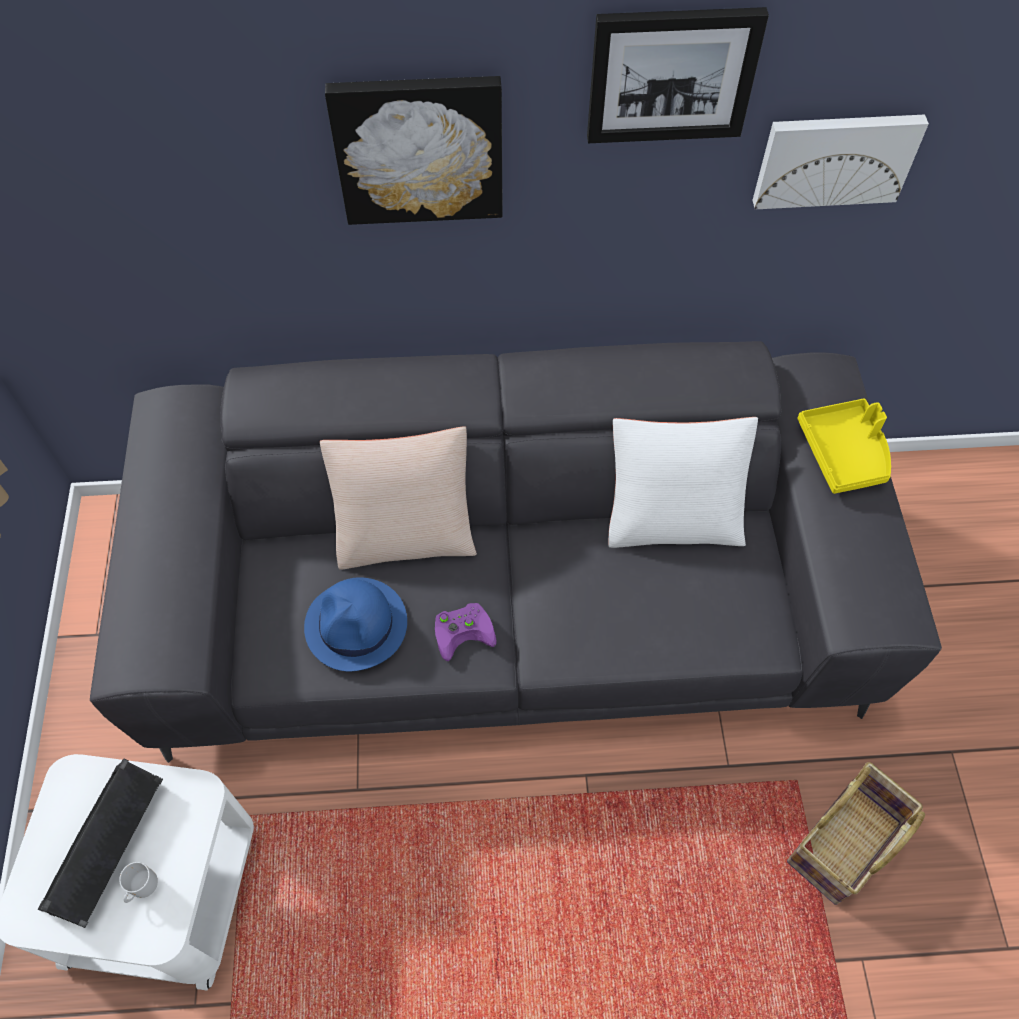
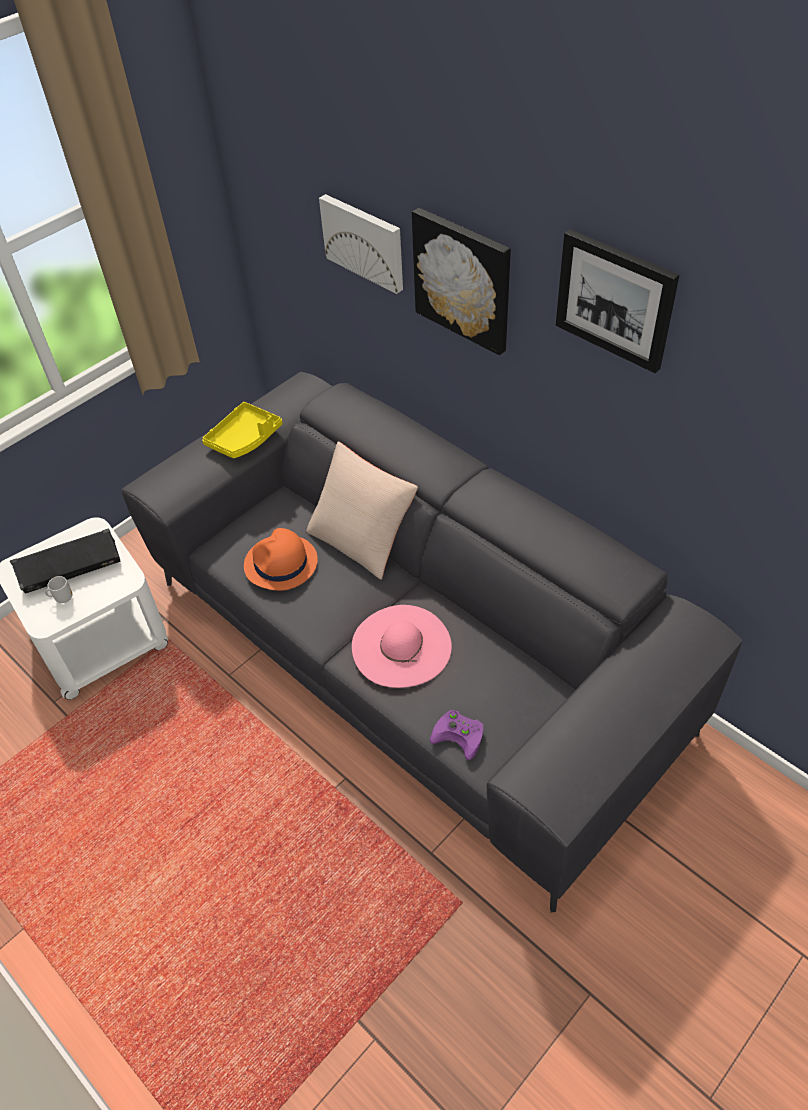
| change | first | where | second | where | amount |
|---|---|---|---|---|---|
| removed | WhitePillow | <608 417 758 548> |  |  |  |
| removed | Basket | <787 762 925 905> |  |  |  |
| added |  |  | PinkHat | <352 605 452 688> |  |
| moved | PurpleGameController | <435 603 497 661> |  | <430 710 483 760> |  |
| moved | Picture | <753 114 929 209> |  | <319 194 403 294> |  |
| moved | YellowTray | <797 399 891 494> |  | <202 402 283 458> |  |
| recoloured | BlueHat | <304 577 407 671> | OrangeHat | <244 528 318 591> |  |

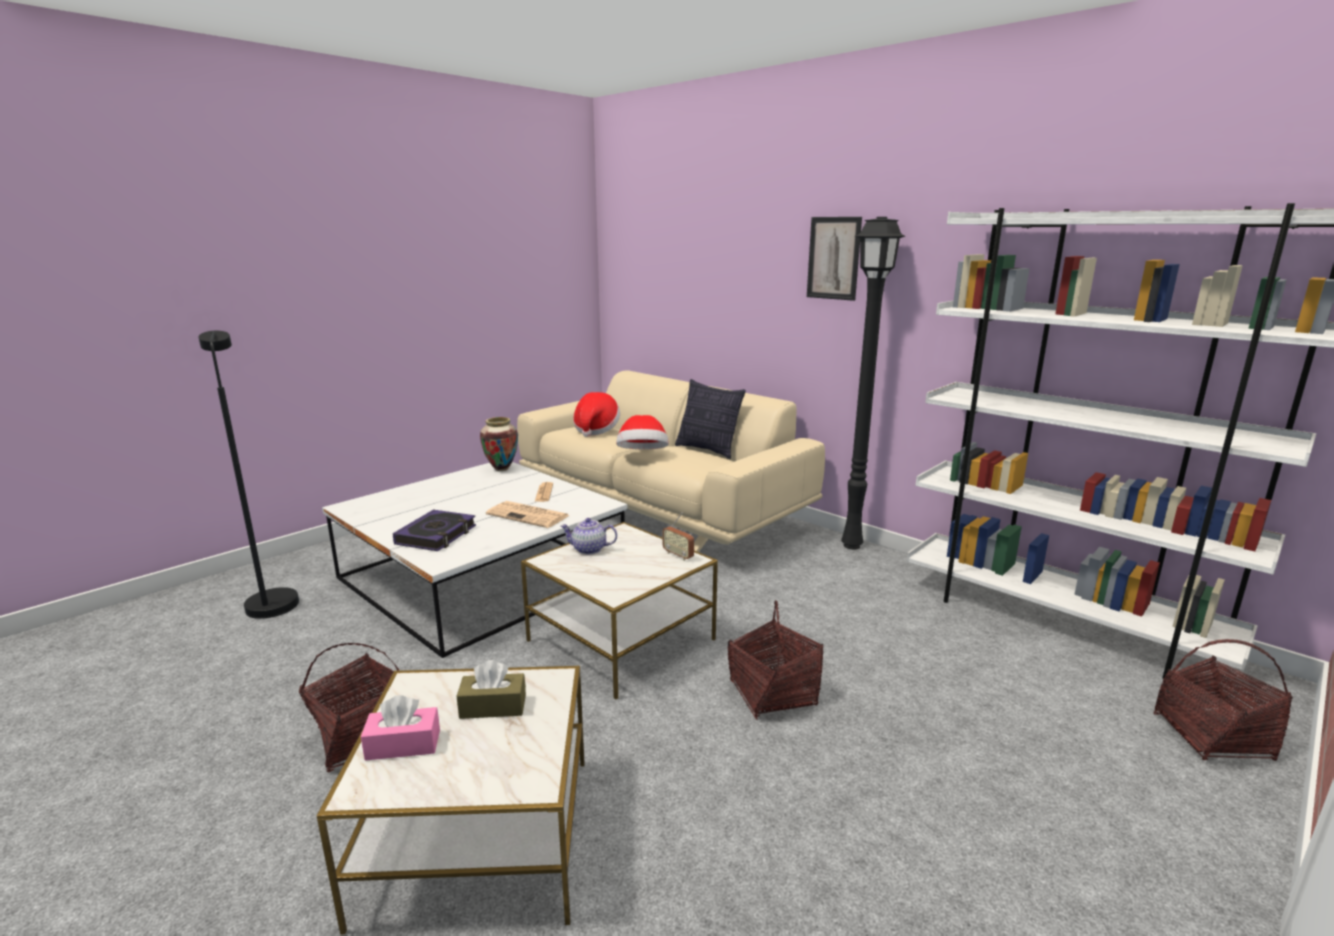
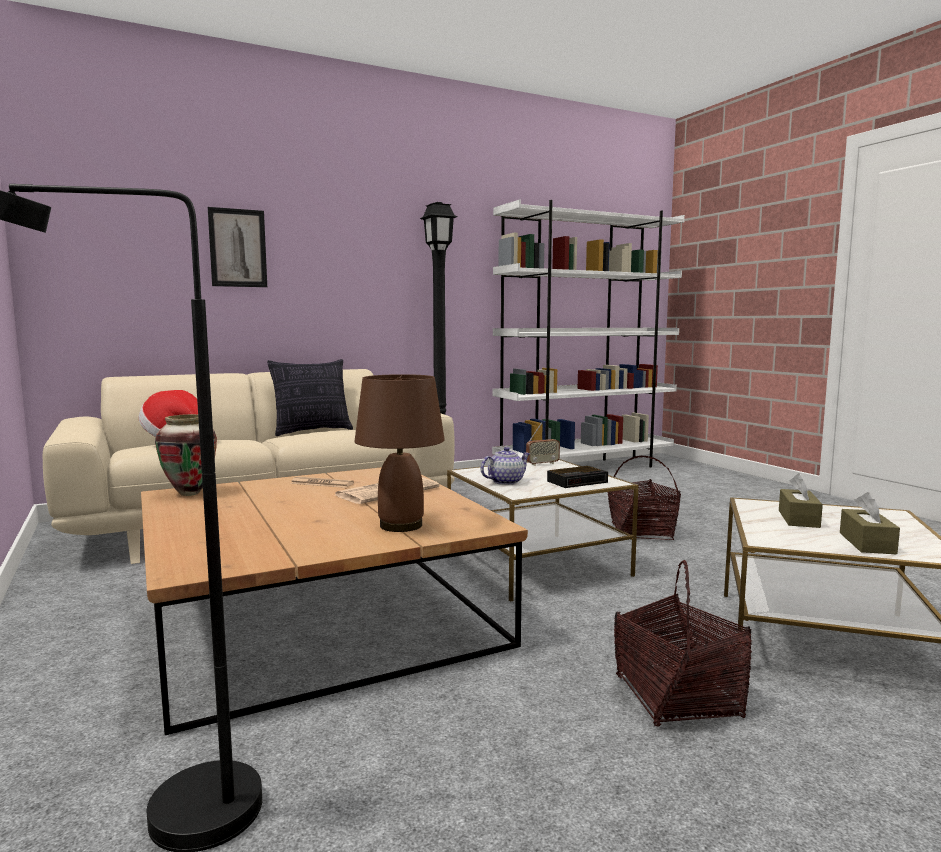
| change | first | where | second | where | amount |
|---|---|---|---|---|---|
| removed | Hat | <616 415 669 449> |  |  |  |
| removed | Basket | <1153 639 1293 761> |  |  |  |
| added |  |  | AlarmClock | <547 466 608 488> |  |
| moved | Picture | <807 217 862 301> |  | <208 207 267 287> |  |
| replaced | Book | <393 510 476 551> | BrownTableLamp | <354 374 445 532> |  |
| recoloured | WhiteCoffeeTable | <322 462 627 658> | BrownCoffeeTable | <141 467 528 735> |  |
| recoloured | PinkTissueBox | <361 695 440 761> | BrownTissueBox | <840 492 900 554> |  |
| turned | Teapot | <560 518 617 555> |  | <481 447 531 485> | 150 degrees counterclockwise |

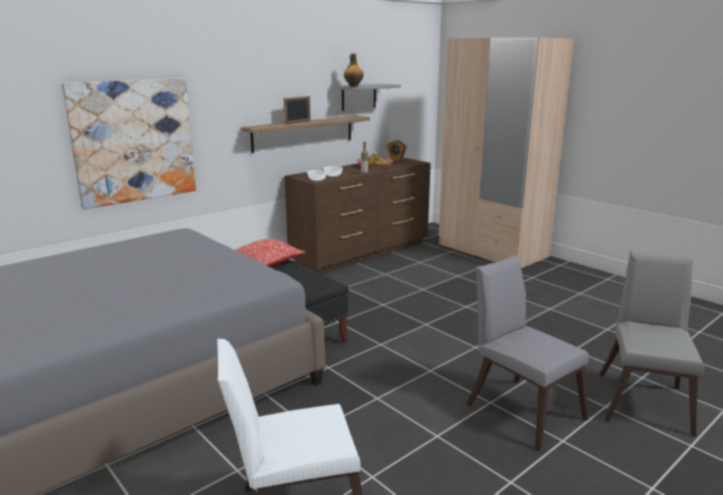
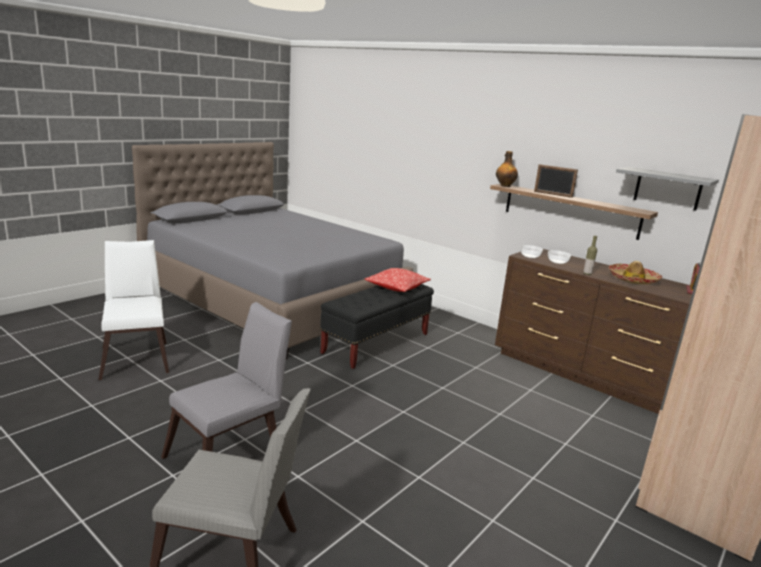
| change | first | where | second | where | amount |
|---|---|---|---|---|---|
| removed | Picture | <62 78 196 209> |  |  |  |
| moved | Bottle | <344 53 363 87> |  | <496 151 518 187> |  |

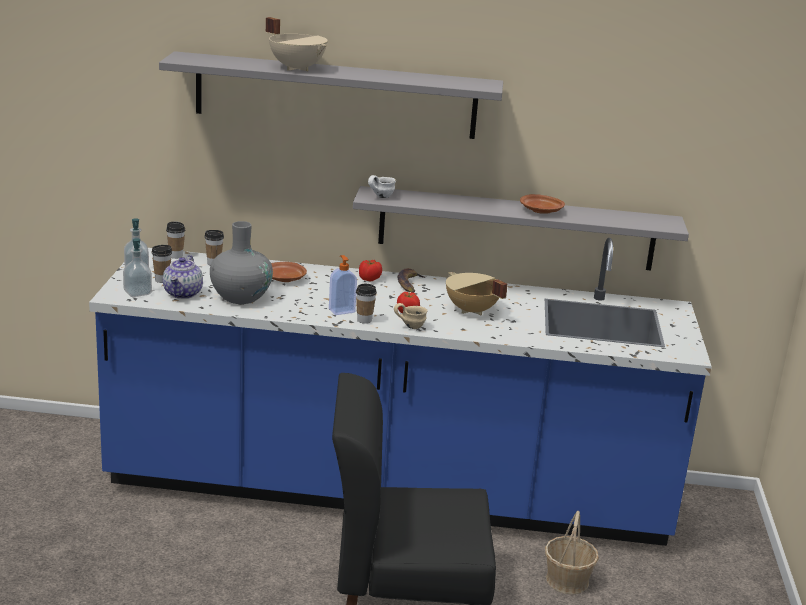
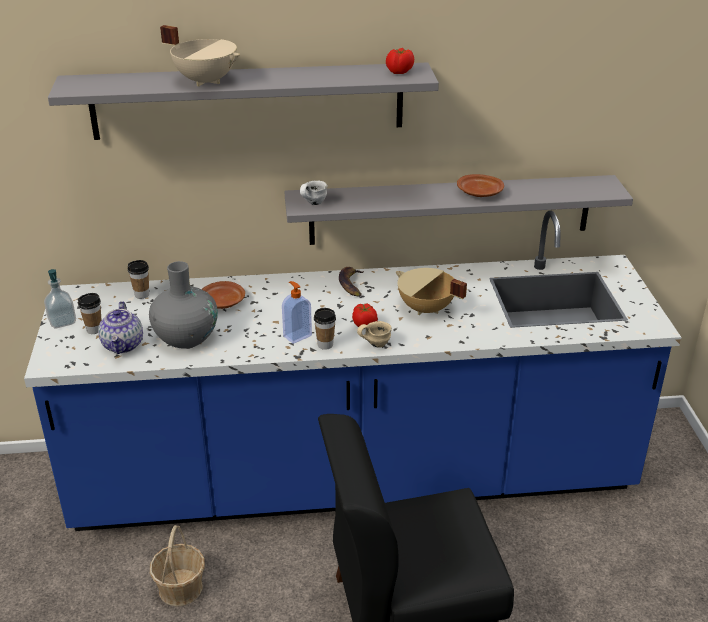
| change | first | where | second | where | amount |
|---|---|---|---|---|---|
| removed | SoapDispenser | <123 238 152 297> |  |  |  |
| removed | Cup | <166 222 185 259> |  |  |  |
| moved | Tomato | <359 260 382 281> |  | <386 48 414 74> |  |
| moved | Basket | <545 511 599 594> |  | <150 525 205 606> |  |

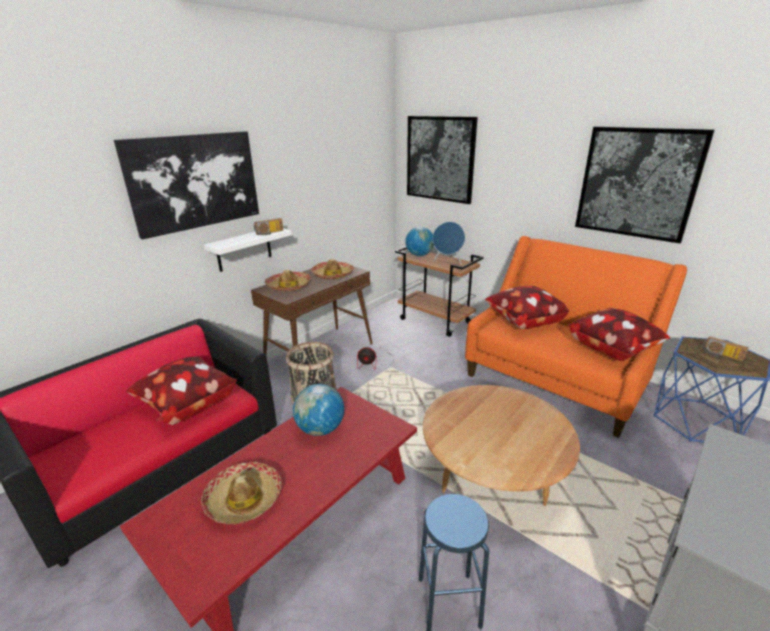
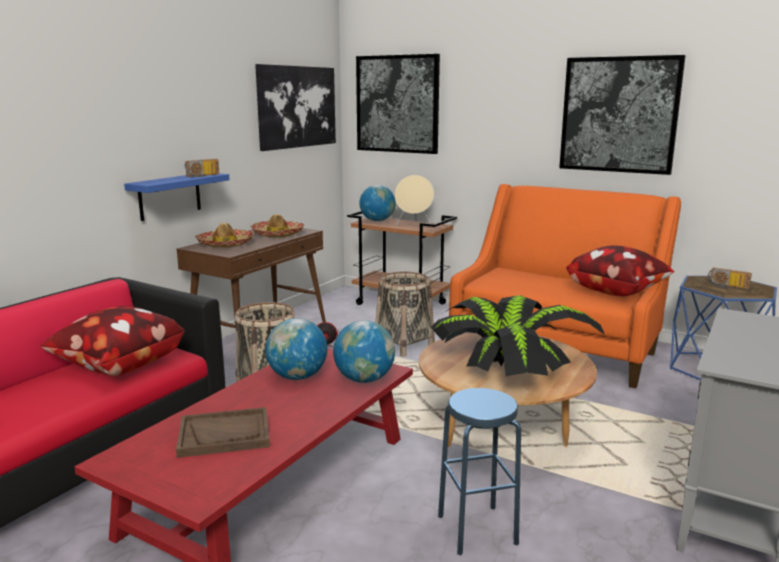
| change | first | where | second | where | amount |
|---|---|---|---|---|---|
| removed | Pillow | <485 286 569 329> |  |  |  |
| added |  |  | Globe | <333 320 395 383> |  |
| added |  |  | Basket | <375 272 435 357> |  |
| added |  |  | PottedPlant | <431 295 605 376> |  |
| moved | Picture | <114 131 259 240> |  | <255 64 336 151> |  |
| replaced | Hat | <201 462 282 525> | BrownTray | <176 407 270 458> |  |
| recoloured | WhiteShelf | <204 228 292 272> | BlueShelf | <124 173 230 221> |  |
| recoloured | BlueSpeaker | <433 222 465 265> | BeigeSpeaker | <395 175 434 225> |  |

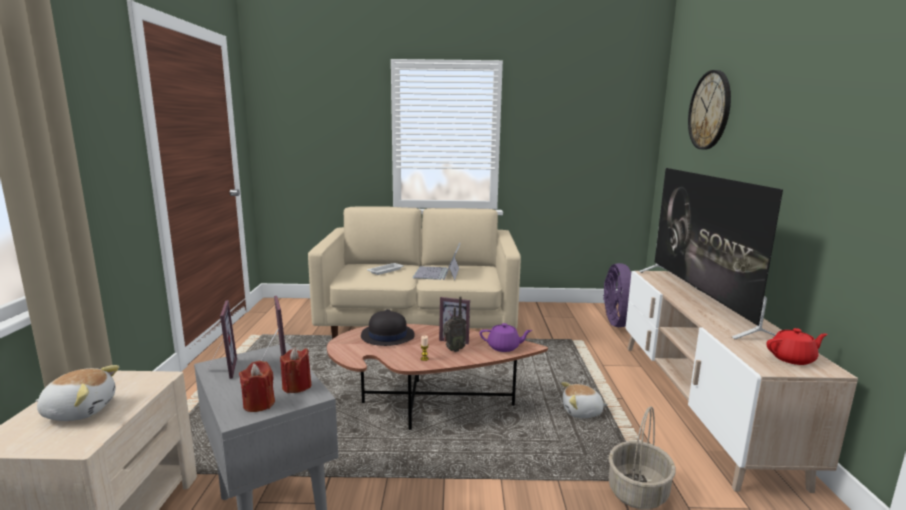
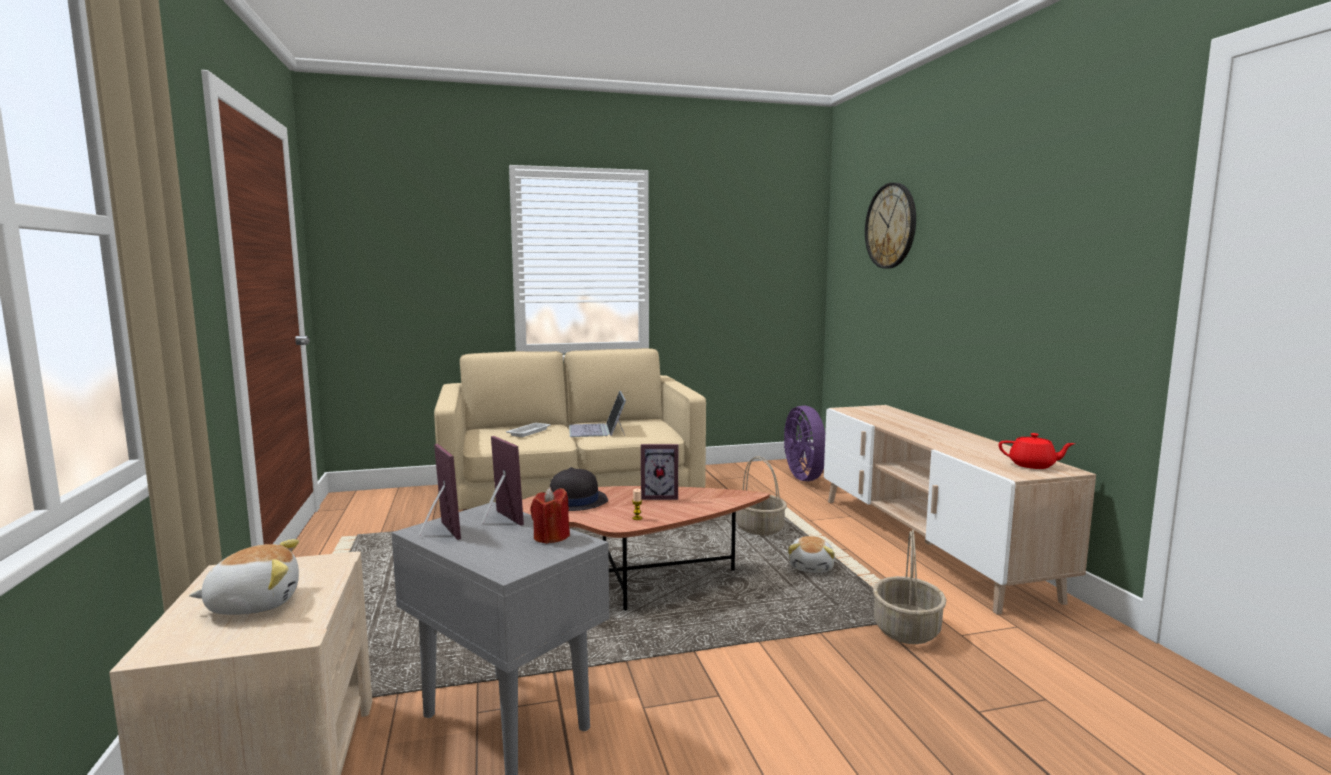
| change | first | where | second | where | amount |
|---|---|---|---|---|---|
| removed | RedCandle | <239 361 275 412> |  |  |  |
| removed | Radio | <443 296 467 352> |  |  |  |
| removed | PurpleTeapot | <480 323 532 352> |  |  |  |
| removed | Television | <639 168 783 339> |  |  |  |
| added |  |  | Basket | <736 456 787 535> |  |
| turned | PlushToy | <561 382 608 418> |  | <788 536 835 573> | 60 degrees counterclockwise |
| turned | RedTeapot | <766 328 828 365> |  | <998 433 1075 469> | 45 degrees clockwise |

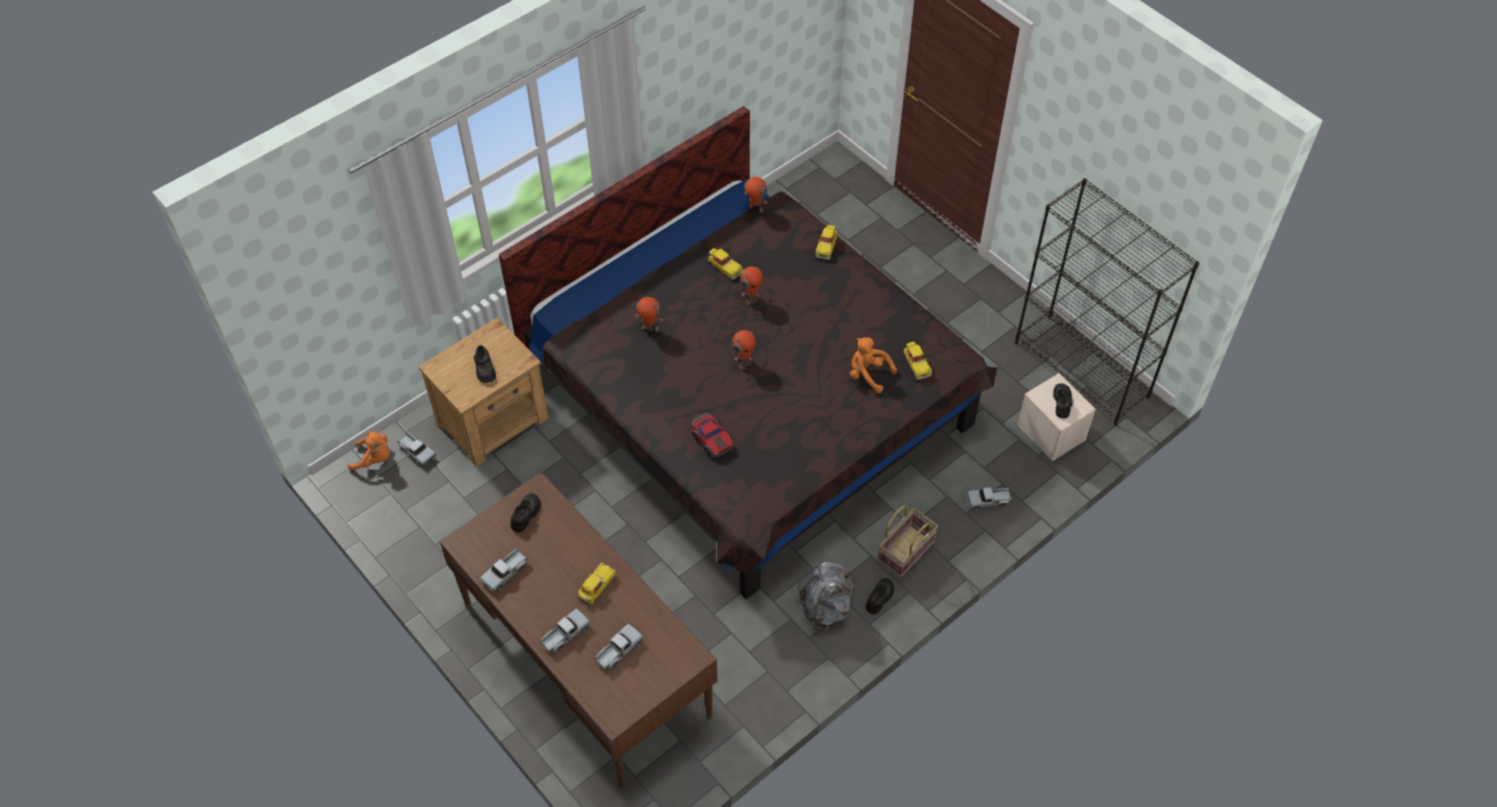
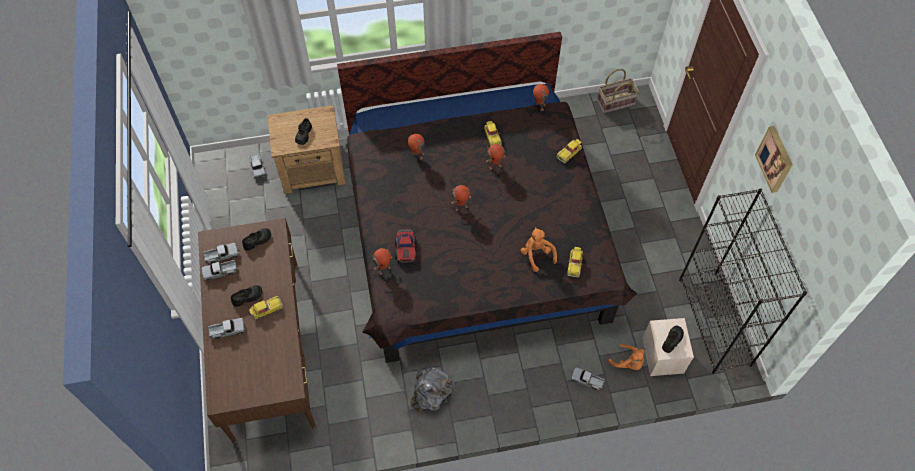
| change | first | where | second | where | amount |
|---|---|---|---|---|---|
| added |  |  | ToyRobot | <372 248 392 275> |  |
| added |  |  | Picture | <755 126 793 193> |  |
| moved | OrangePlushToy | <348 431 390 470> |  | <608 344 644 370> |  |
| moved | ToyTruck | <595 624 643 669> |  | <203 243 239 264> |  |
| moved | BlackShoe | <866 578 895 614> |  | <231 285 262 307> |  |
| moved | Basket | <877 505 938 578> |  | <597 69 639 114> |  |

